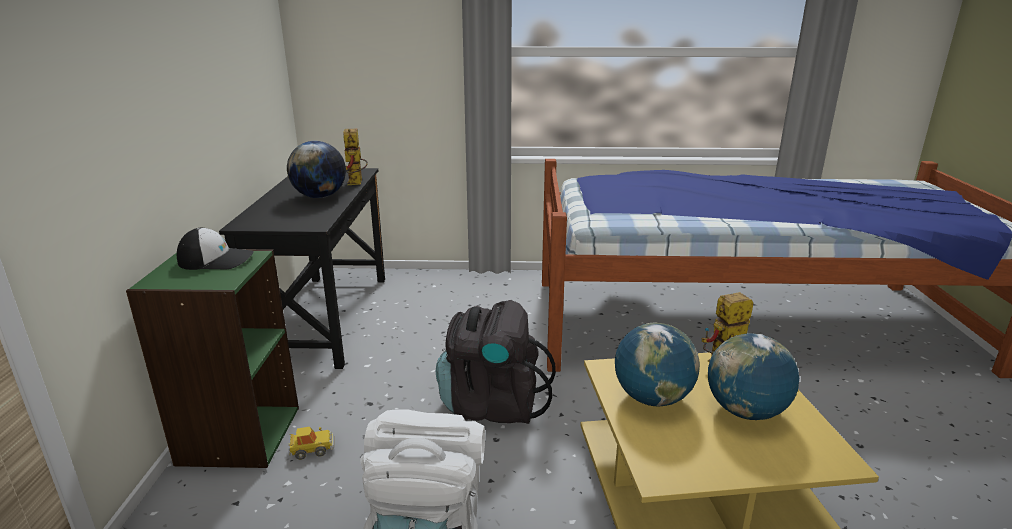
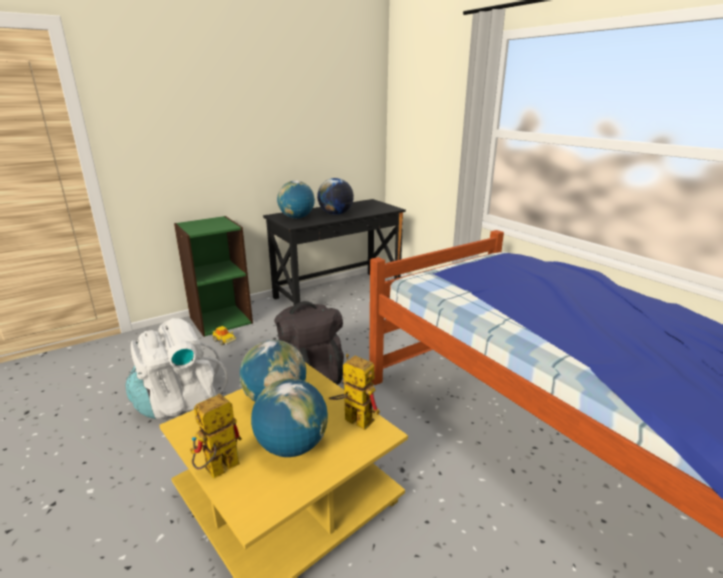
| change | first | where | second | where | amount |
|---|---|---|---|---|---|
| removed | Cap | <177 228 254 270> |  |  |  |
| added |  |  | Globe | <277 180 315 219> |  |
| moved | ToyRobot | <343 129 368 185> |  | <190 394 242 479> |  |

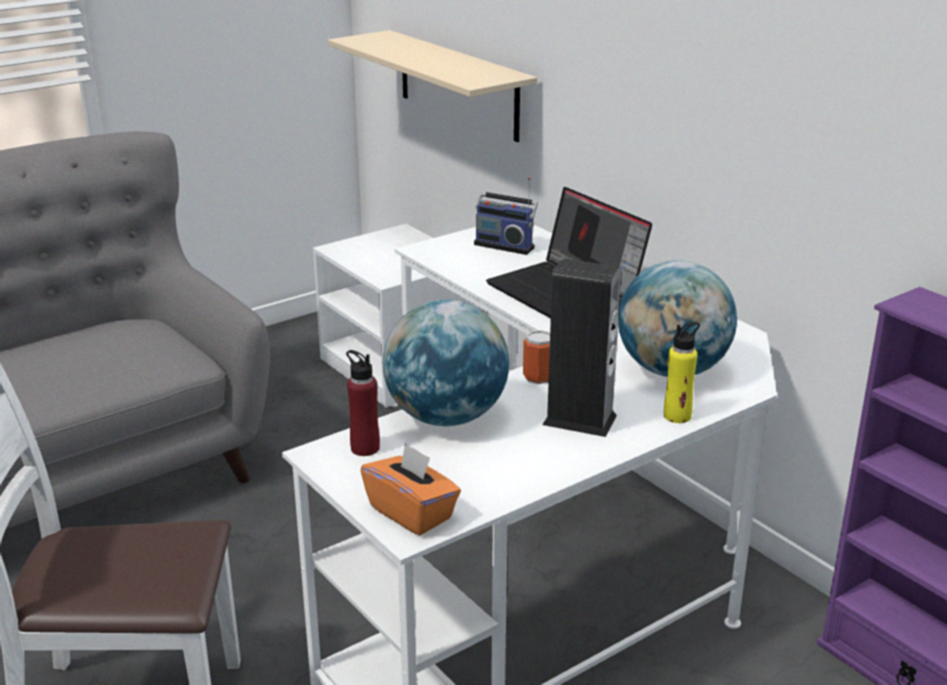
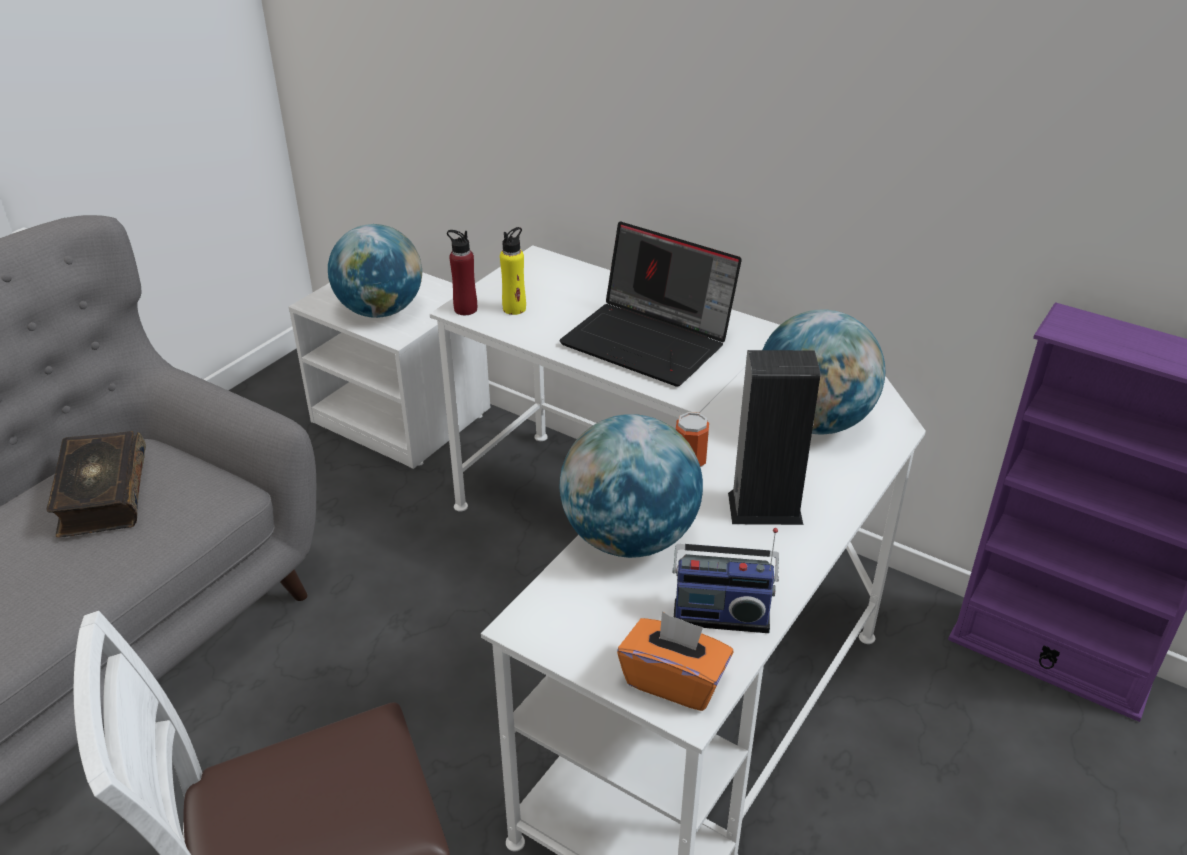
| change | first | where | second | where | amount |
|---|---|---|---|---|---|
| removed | BeigeShelf | <328 30 537 142> |  |  |  |
| added |  |  | Book | <46 431 146 538> |  |
| added |  |  | Globe | <328 224 422 318> |  |
| moved | RedBottle | <346 350 380 456> |  | <447 230 477 315> |  |
| moved | Radio | <474 177 538 255> |  | <672 528 779 633> |  |
| moved | YellowBottle | <664 322 700 423> |  | <500 227 526 315> |  |

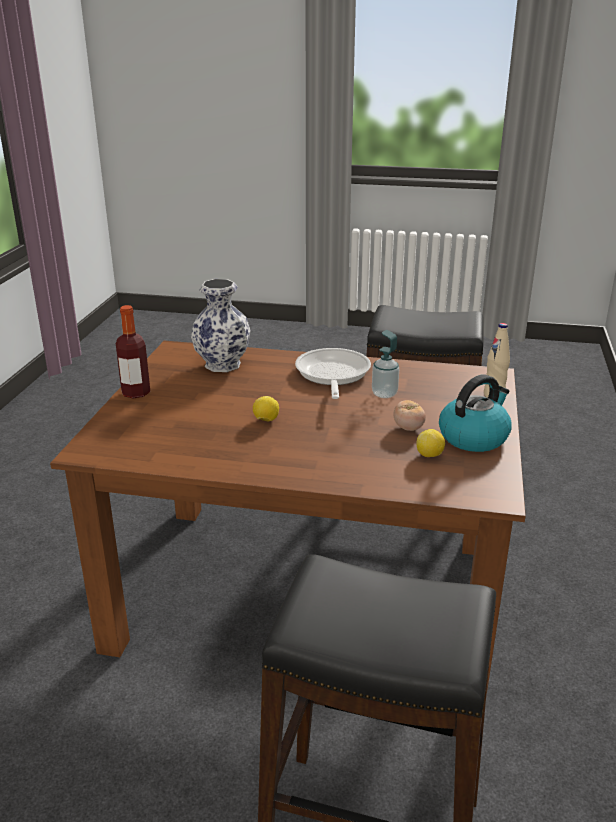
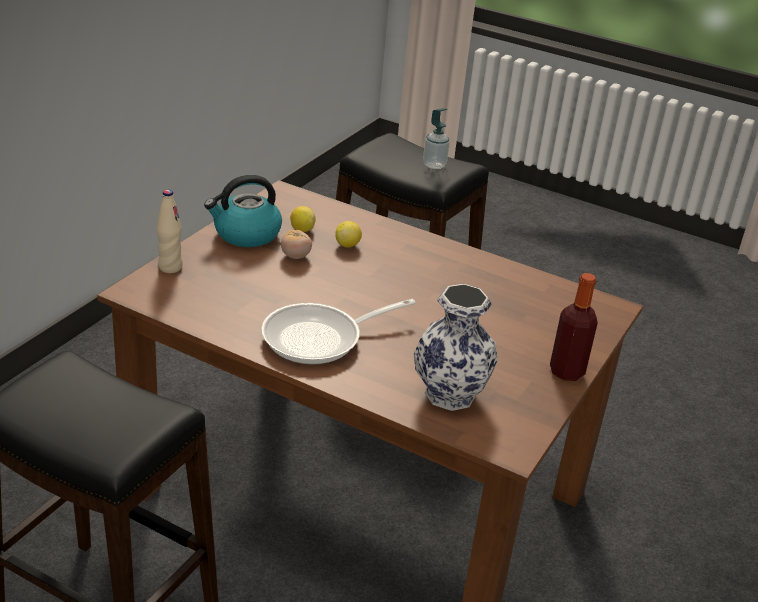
| change | first | where | second | where | amount |
|---|---|---|---|---|---|
| moved | Lemon | <253 396 279 421> |  | <335 221 362 248> |  |
| moved | SoapDispenser | <372 330 399 398> |  | <423 108 450 169> |  |
| turned | FryingPan | <295 348 371 399> |  | <261 299 416 364> | 45 degrees clockwise |

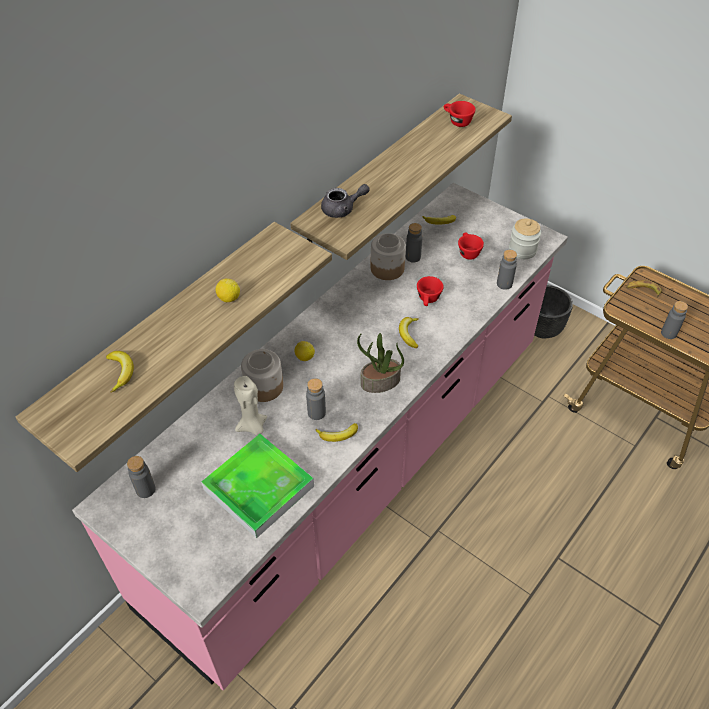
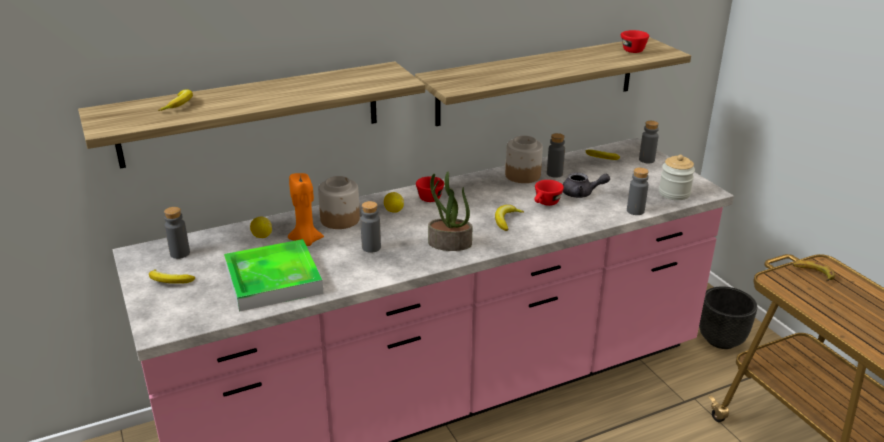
| change | first | where | second | where | amount |
|---|---|---|---|---|---|
| moved | Lemon | <215 279 240 302> |  | <250 216 272 238> |  |
| moved | Banana | <315 423 358 442> |  | <149 270 195 284> |  |
| moved | GreyTeapot | <321 184 370 218> |  | <563 172 610 198> |  |
| moved | RedCup | <458 233 484 260> |  | <416 176 444 202> |  |
| moved | GreyBottle | <661 301 688 339> |  | <639 121 659 163> |  |
| recoloured | BeigeCandle | <234 376 267 435> | OrangeCandle | <288 173 324 246> |  |

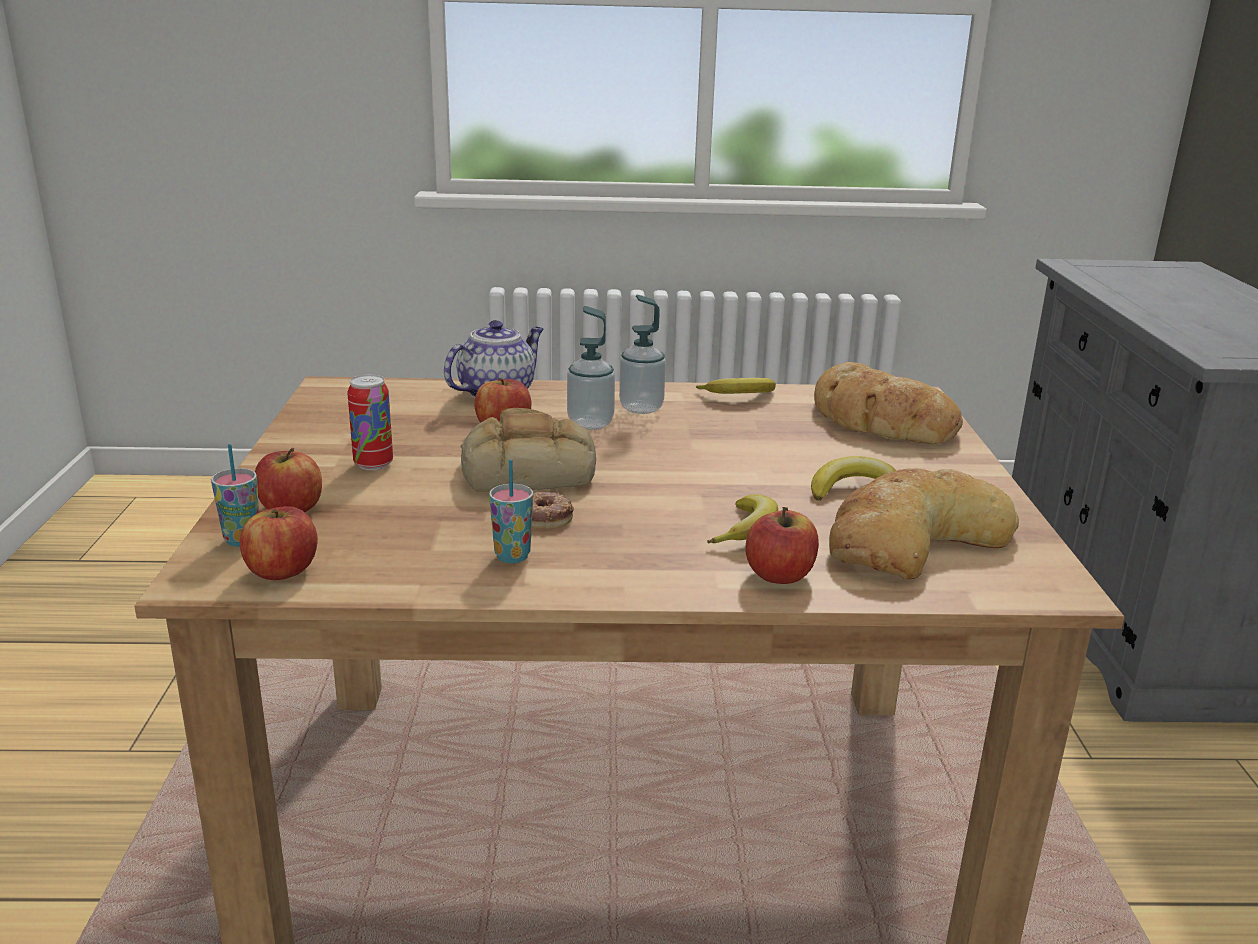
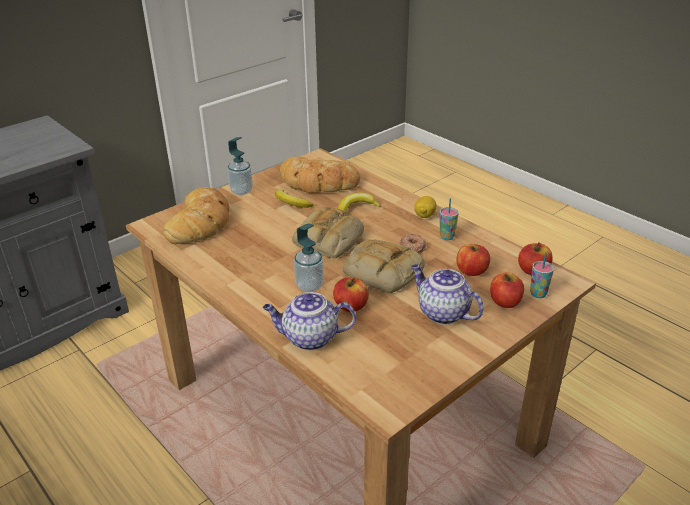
| change | first | where | second | where | amount |
|---|---|---|---|---|---|
| removed | Banana | <696 378 776 394> |  |  |  |
| added |  |  | Bread | <292 207 364 258> |  |
| added |  |  | Lemon | <414 196 436 218> |  |
| moved | SoapDispenser | <619 295 666 414> |  | <227 137 253 195> |  |
| moved | Apple | <745 507 819 584> |  | <456 244 490 276> |  |
| replaced | Can | <347 374 393 470> | Teapot | <411 264 484 325> |  |

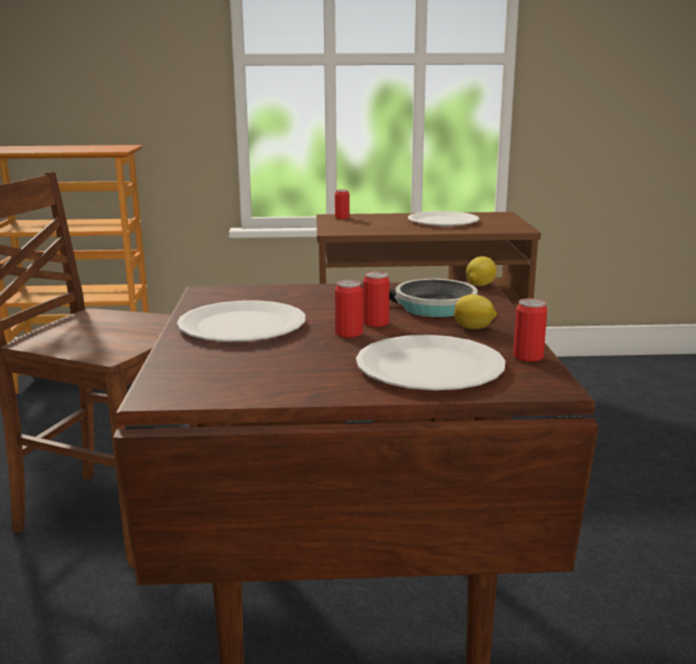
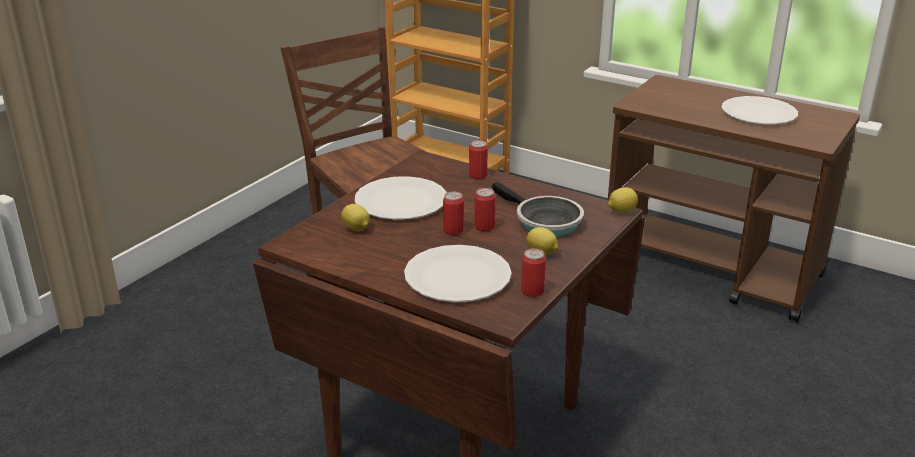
| change | first | where | second | where | amount |
|---|---|---|---|---|---|
| added |  |  | Lemon | <341 204 369 231> |  |
| moved | Can | <335 189 350 219> |  | <469 140 488 179> |  |

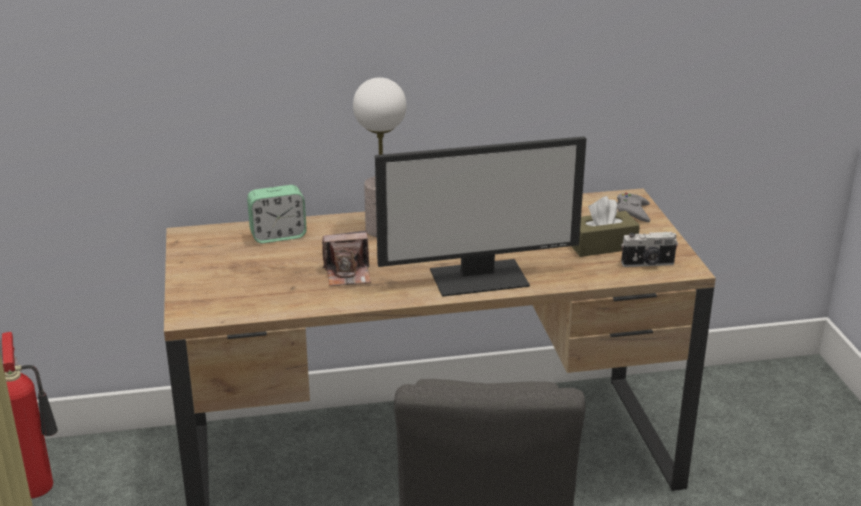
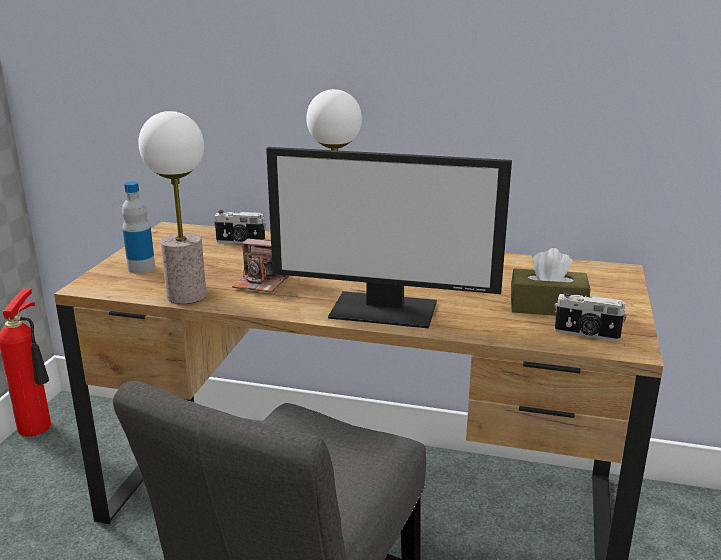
| change | first | where | second | where | amount |
|---|---|---|---|---|---|
| removed | GreyGameController | <617 193 650 222> |  |  |  |
| added |  |  | Bottle | <122 181 155 274> |  |
| added |  |  | TableLamp | <139 111 206 304> |  |
| replaced | AlarmClock | <247 185 307 243> | PhotoCamera | <214 210 266 244> |  |

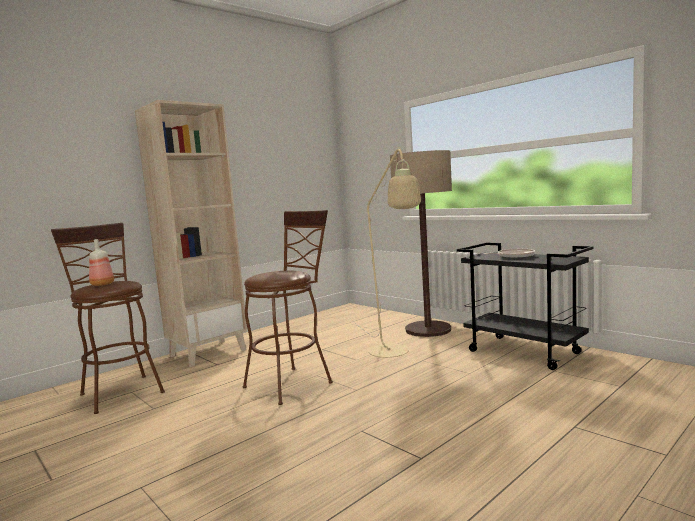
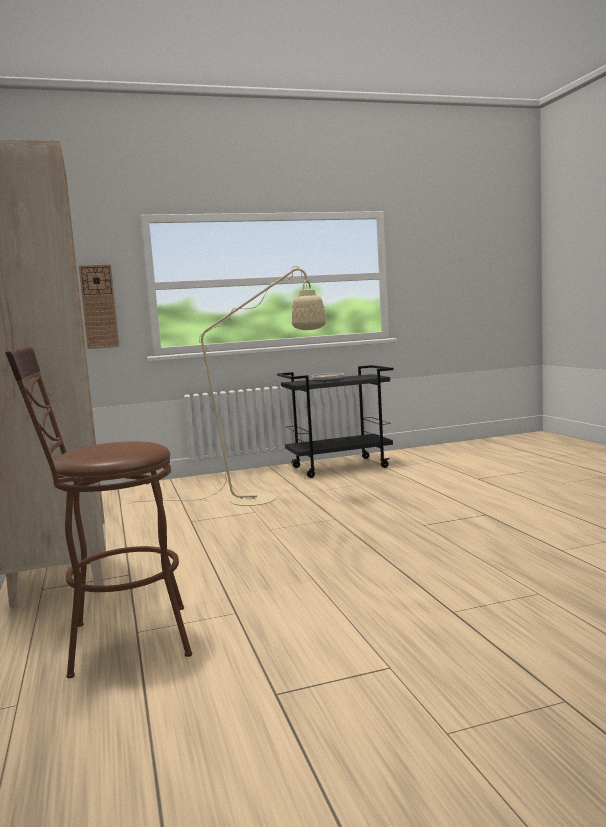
| change | first | where | second | where | amount |
|---|---|---|---|---|---|
| removed | Bottle | <89 239 114 286> |  |  |  |
| removed | BrownStool | <243 210 333 405> |  |  |  |
| removed | FloorLamp | <390 150 452 337> |  |  |  |
| added |  |  | WallClock | <79 264 119 349> |  |

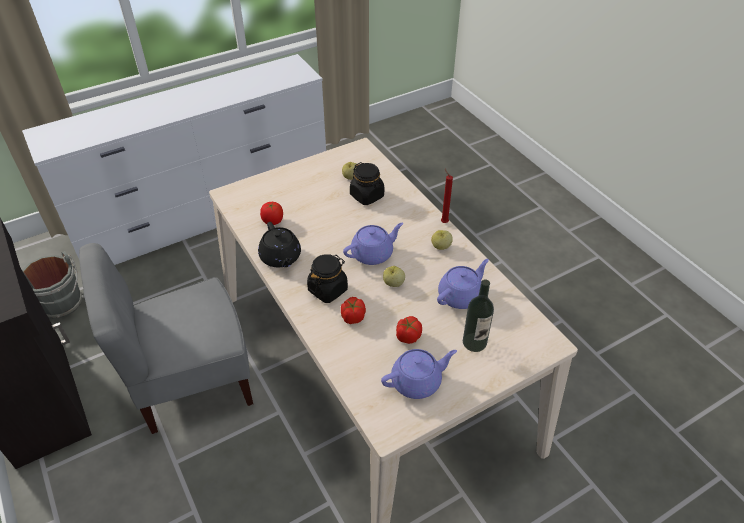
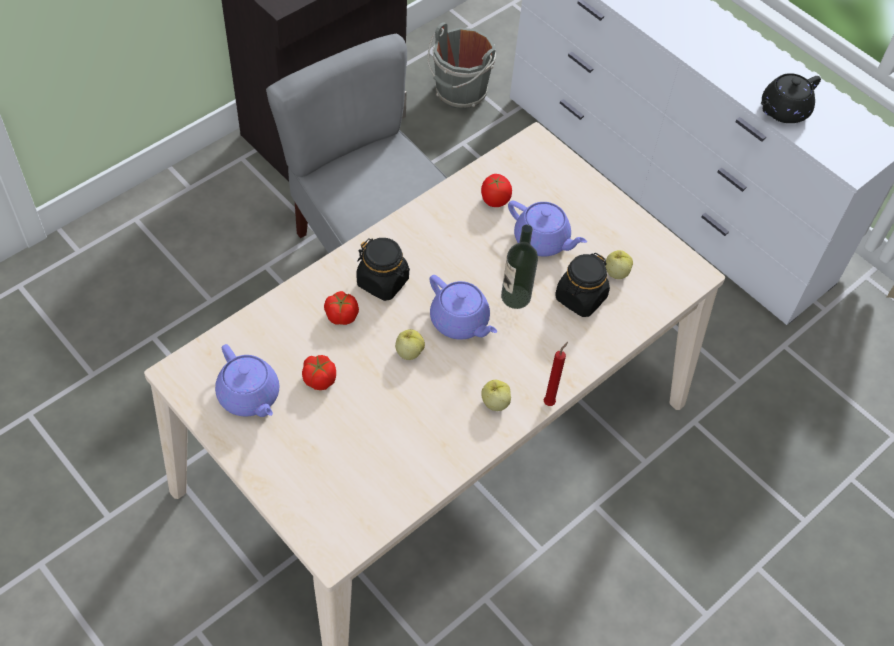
| change | first | where | second | where | amount |
|---|---|---|---|---|---|
| moved | BlackTeapot | <258 222 301 267> |  | <761 73 821 123> |  |
| moved | PurpleTeapot | <437 259 489 309> |  | <508 200 587 256> |  |
| moved | Bottle | <463 279 494 352> |  | <501 224 538 309> |  |

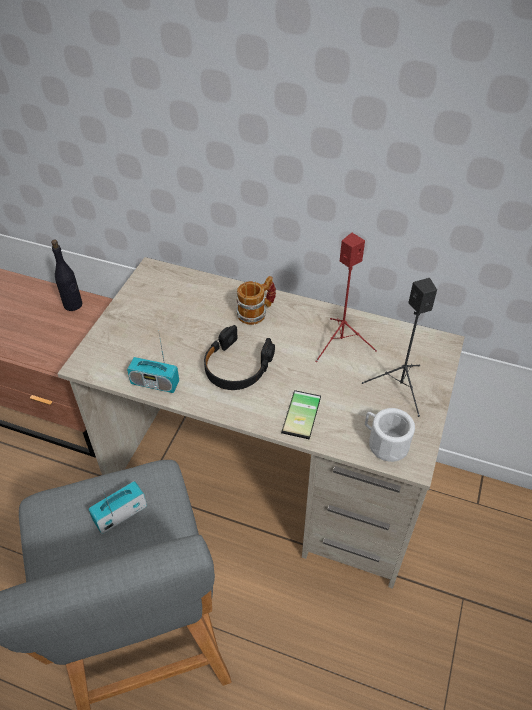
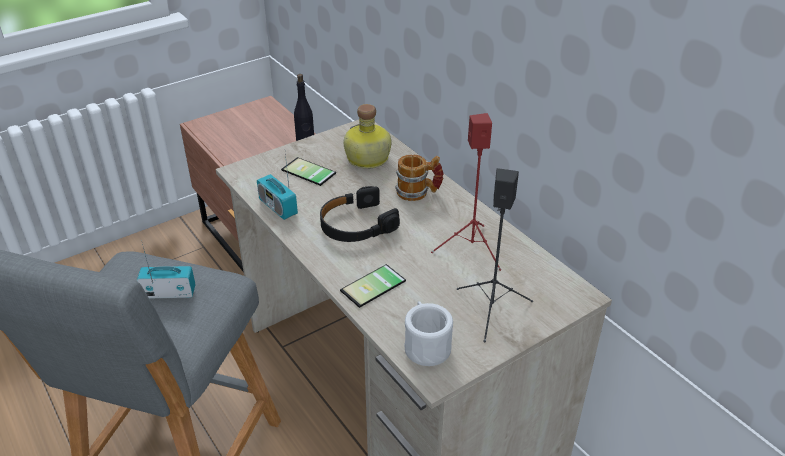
| change | first | where | second | where | amount |
|---|---|---|---|---|---|
| added |  |  | Phone | <281 157 336 186> |  |
| added |  |  | Bottle | <343 104 391 169> |  |

